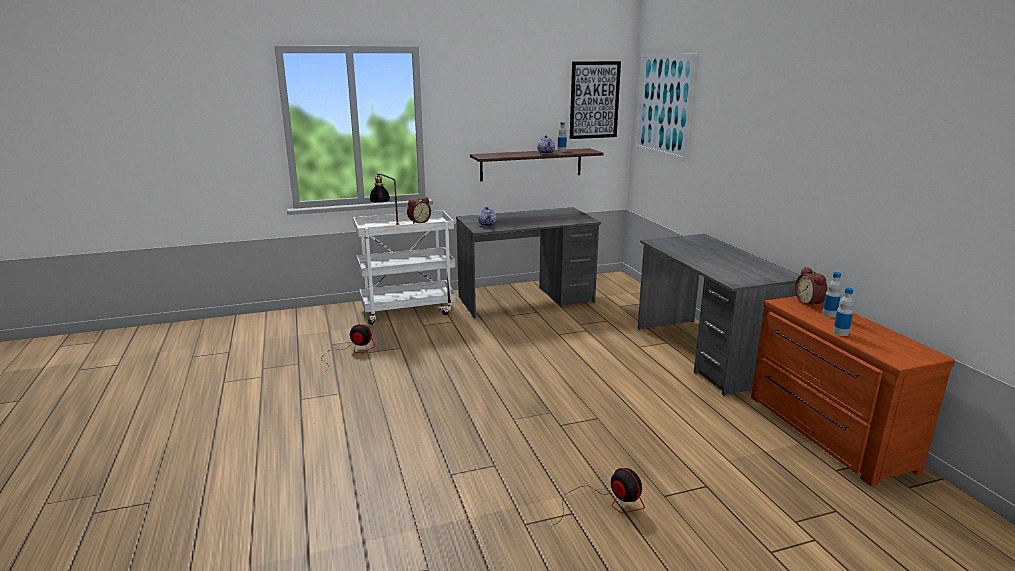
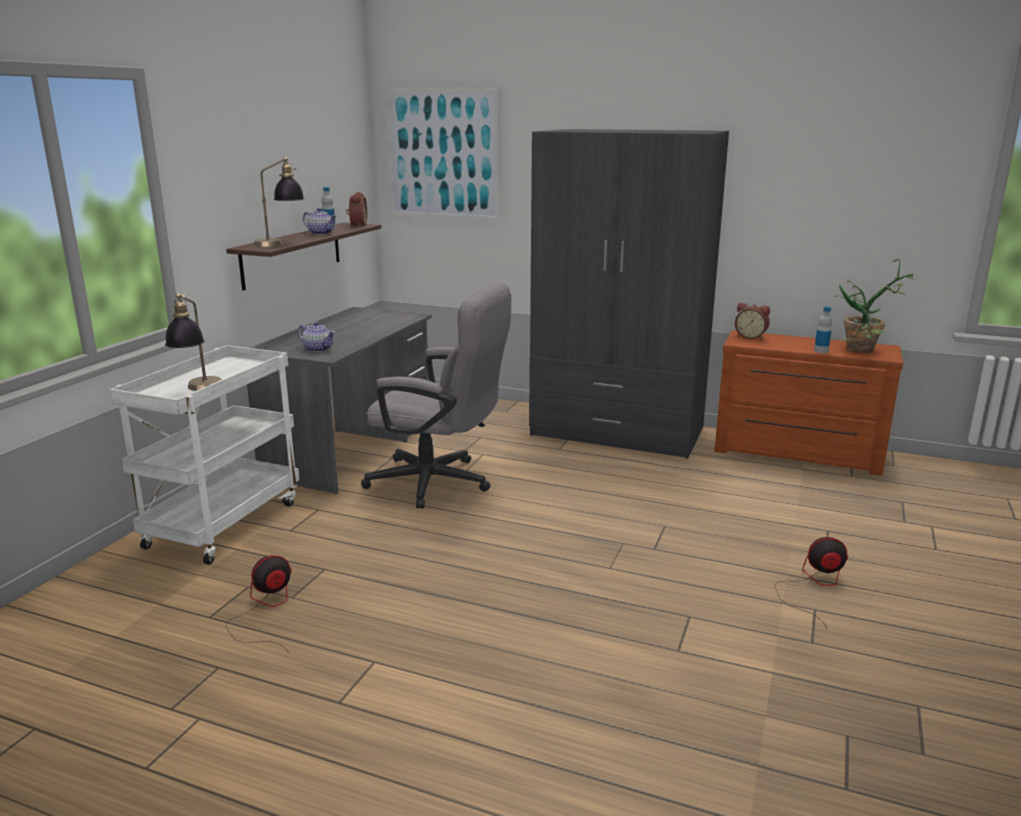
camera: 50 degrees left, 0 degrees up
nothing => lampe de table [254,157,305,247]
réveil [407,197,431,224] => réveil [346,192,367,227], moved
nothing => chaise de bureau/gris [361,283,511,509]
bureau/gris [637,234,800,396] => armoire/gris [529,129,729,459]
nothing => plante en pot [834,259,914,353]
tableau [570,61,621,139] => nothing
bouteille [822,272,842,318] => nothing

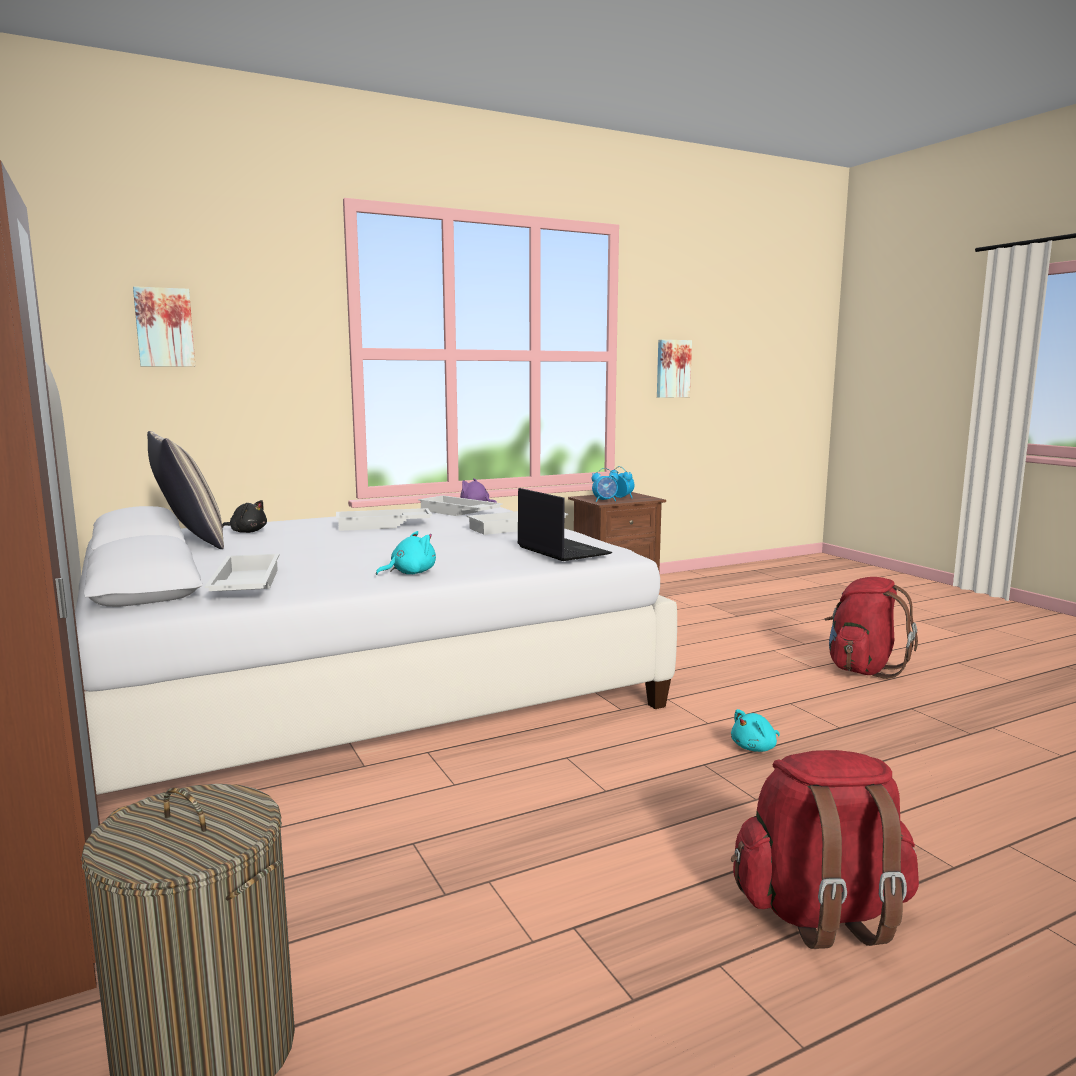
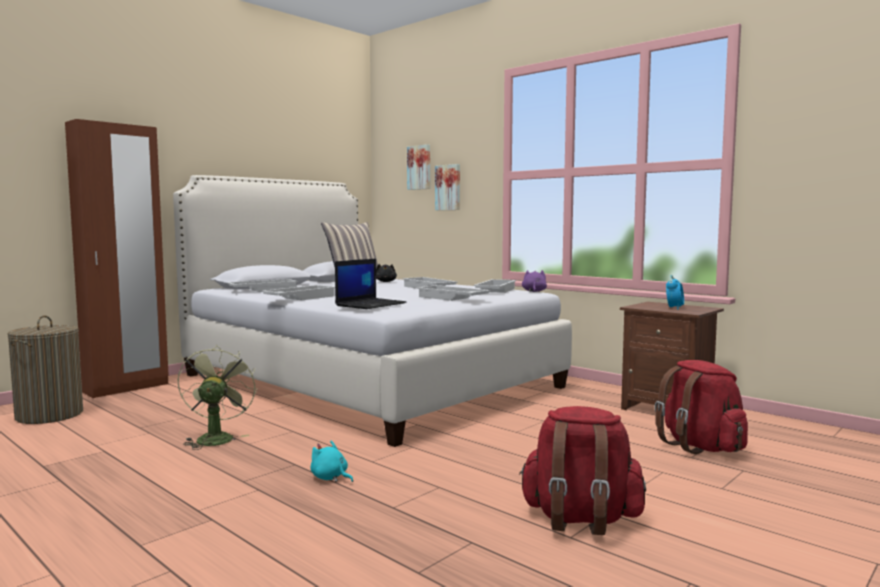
camera: 70 degrees right, 5 degrees down
nothing => ventilateur/vert [178,345,257,450]
peluche/turquoise [376,531,436,575] => plateau/blanc [261,285,335,300]
tableau [657,340,692,398] => tableau [435,164,460,210], moved
sac à dos/rouge [731,750,919,949] => sac à dos/rouge [654,360,748,454], moved
réveil [592,468,619,502] => nothing

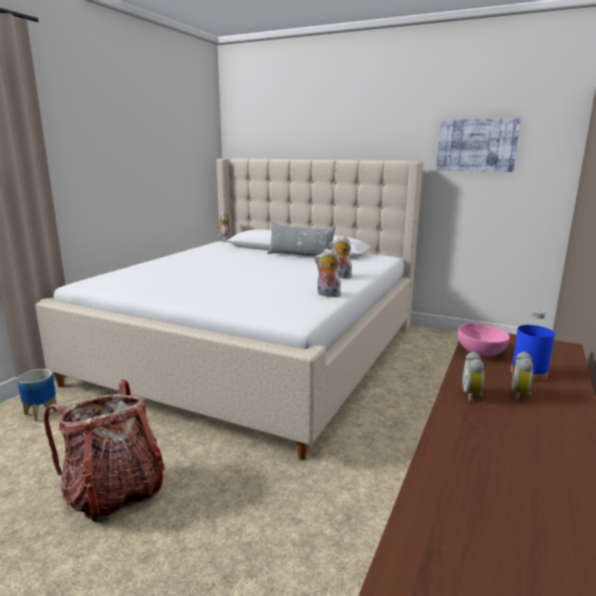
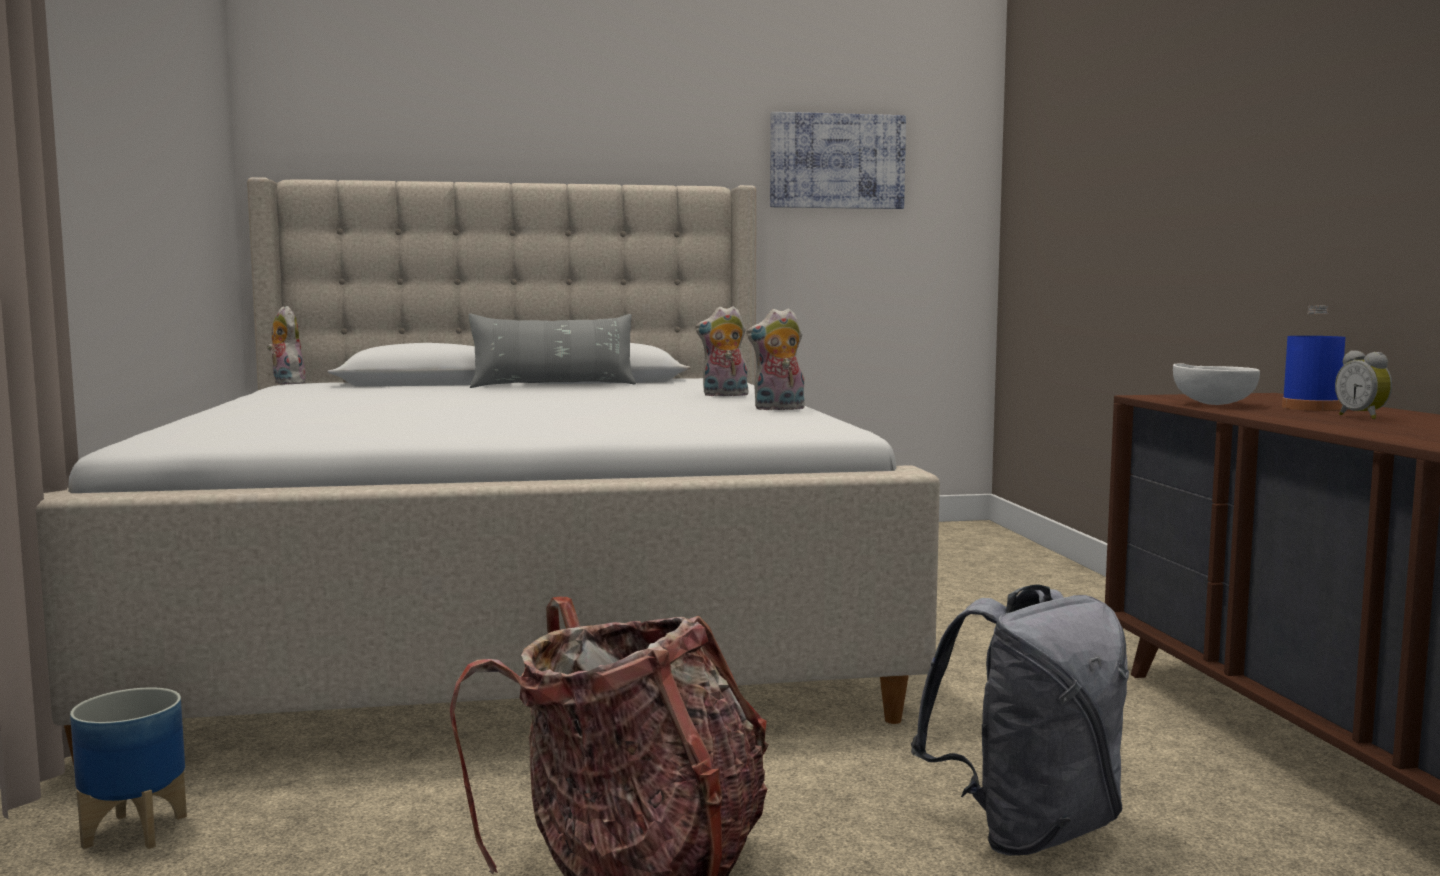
camera: 35 degrees left, 10 degrees down
nothing => sac à dos/gris [911,584,1129,856]
bol/rose [458,323,510,356] => bol/blanc [1173,363,1260,405]
réveil [462,351,484,402] => nothing

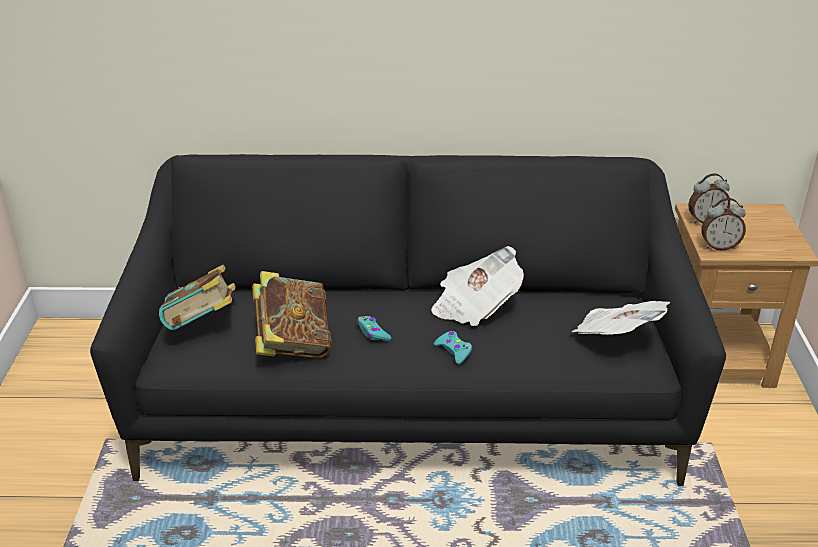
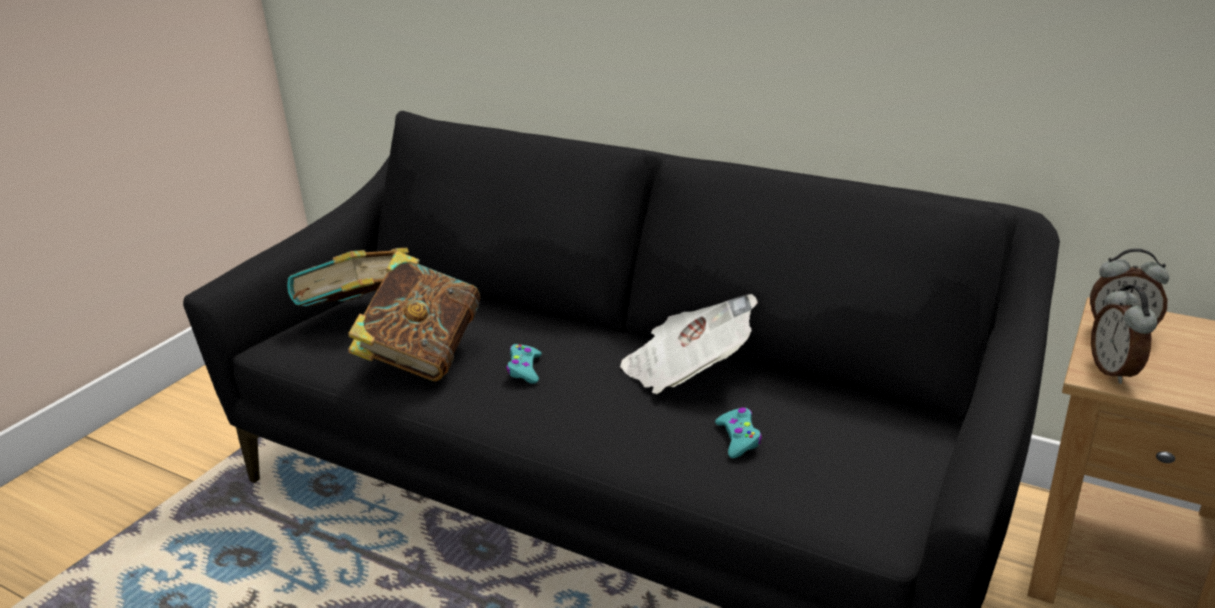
camera: 30 degrees right, 5 degrees down
manette/turquoise [434,331,473,365] => manette/turquoise [715,407,762,458], moved
réveil [701,198,746,251] => réveil [1091,285,1157,384], 60 degrees clockwise
journal [572,301,671,335] => nothing

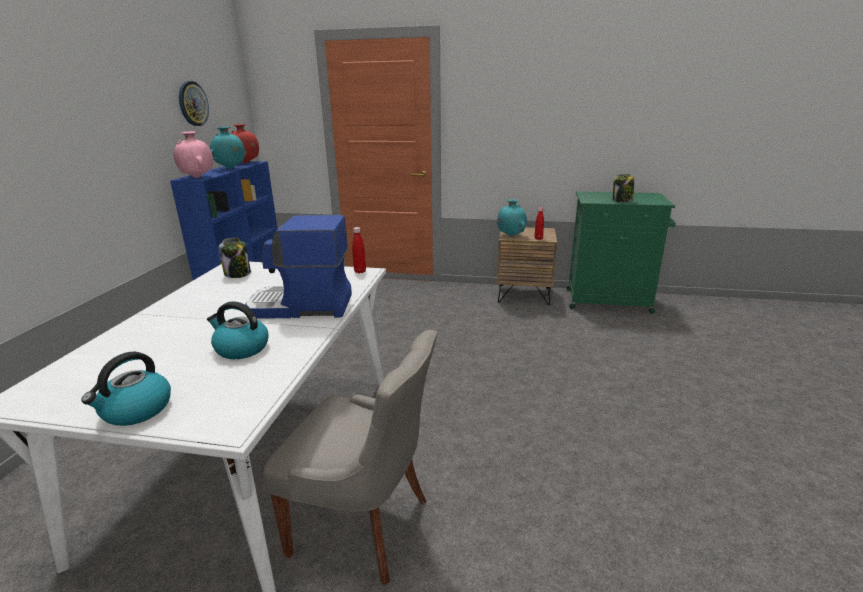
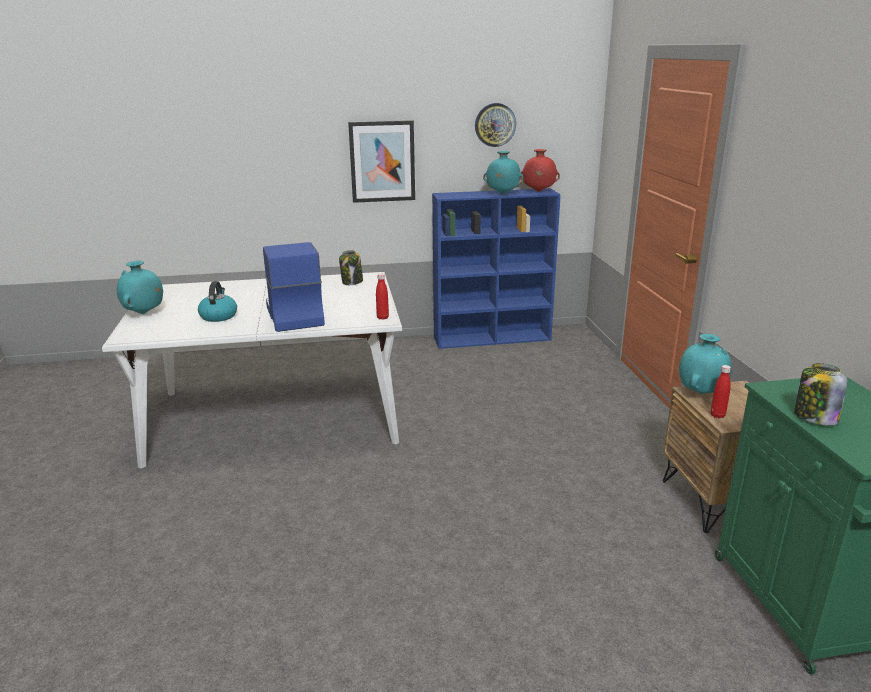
camera: 70 degrees right, 0 degrees up
bouilloire [81,352,171,426] => vase/turquoise [117,261,163,314]
nothing => tableau [348,120,415,203]
vase/rose [173,131,213,178] => nothing
chaise/gris [263,330,437,585] => nothing

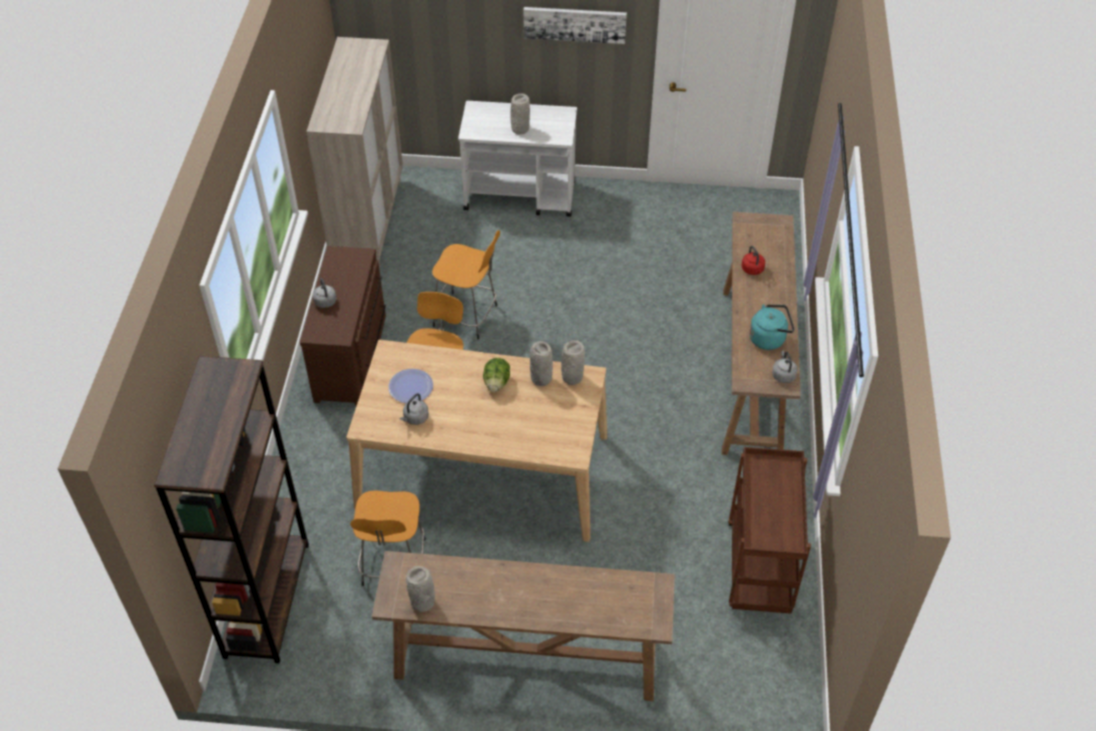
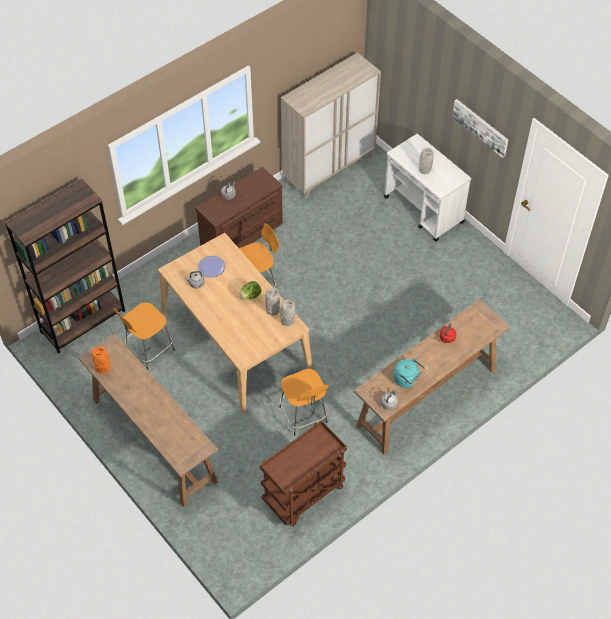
camera: 45 degrees right, 5 degrees up
vase/gris [406,566,435,612] => vase/orange [92,347,110,374]
tabouret/orange [432,230,500,339] => tabouret/orange [279,369,329,436], moved

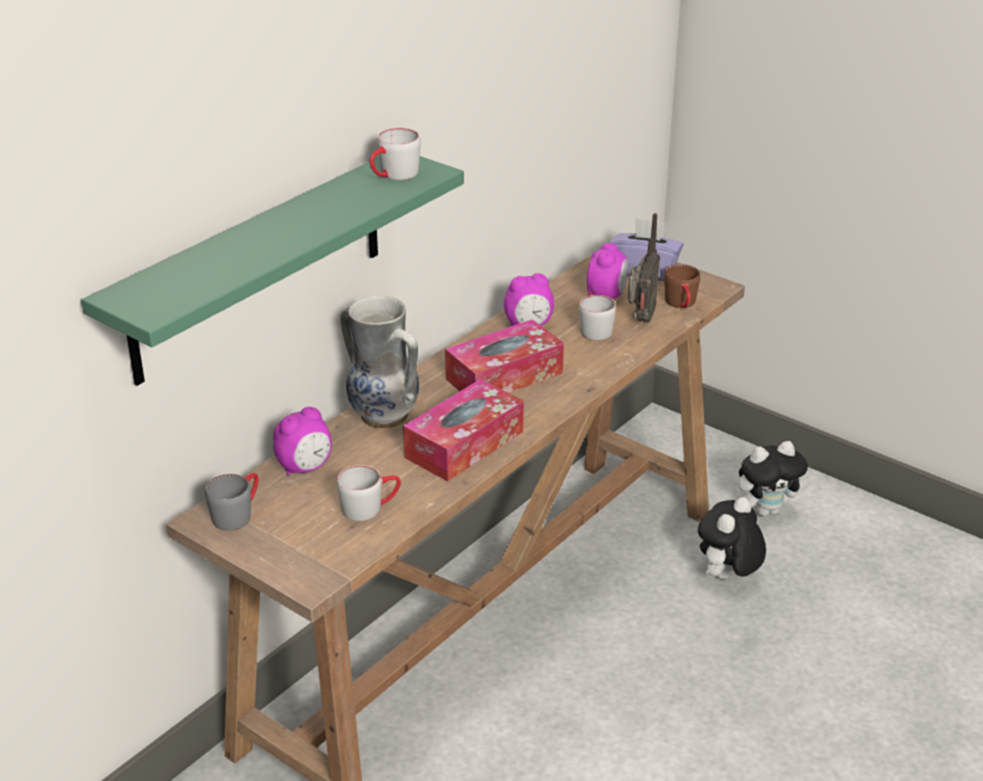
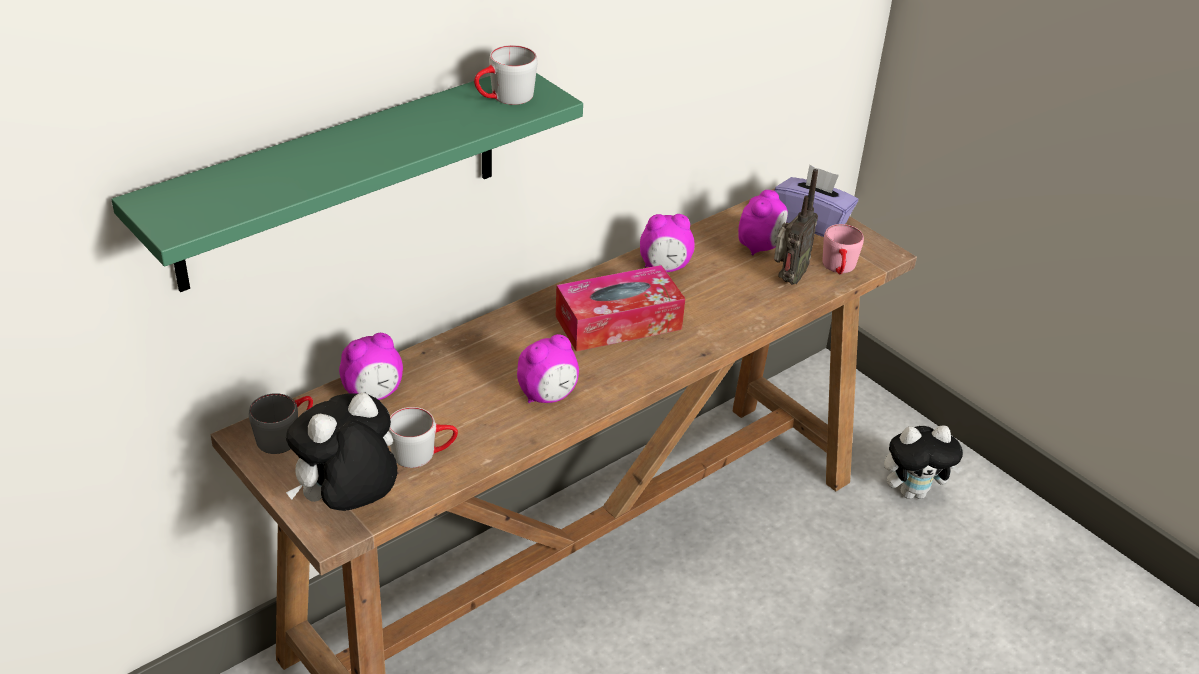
camera: 10 degrees right, 5 degrees up
peluche [698,497,766,580] => peluche [286,393,397,511], moved
boîte à mouchoirs [403,379,524,482] => réveil [517,334,579,403]
mug/marron [664,264,700,308] => mug/rose [823,224,864,274]
vase [340,296,419,429] => nothing
mug/gris [579,293,616,340] => nothing

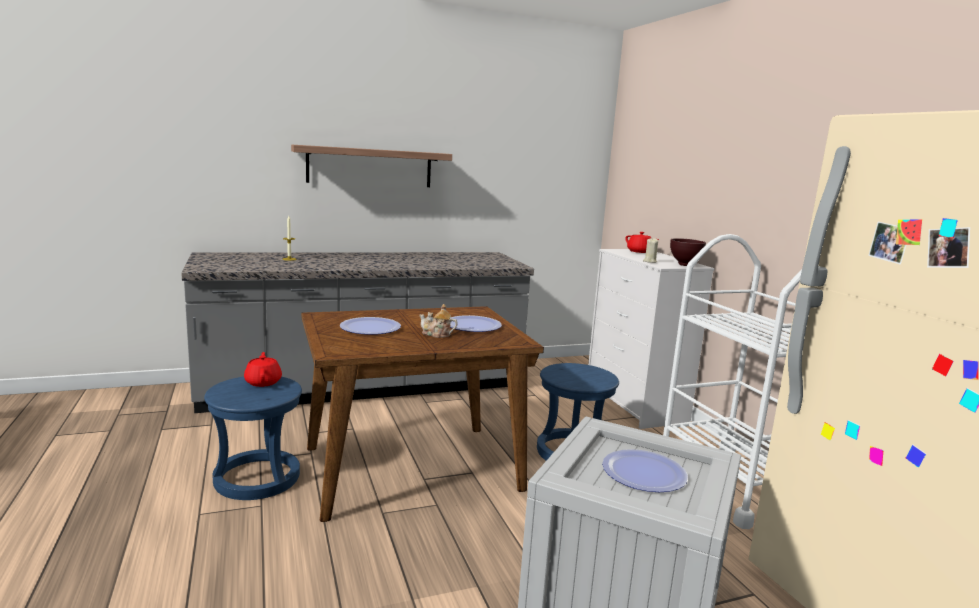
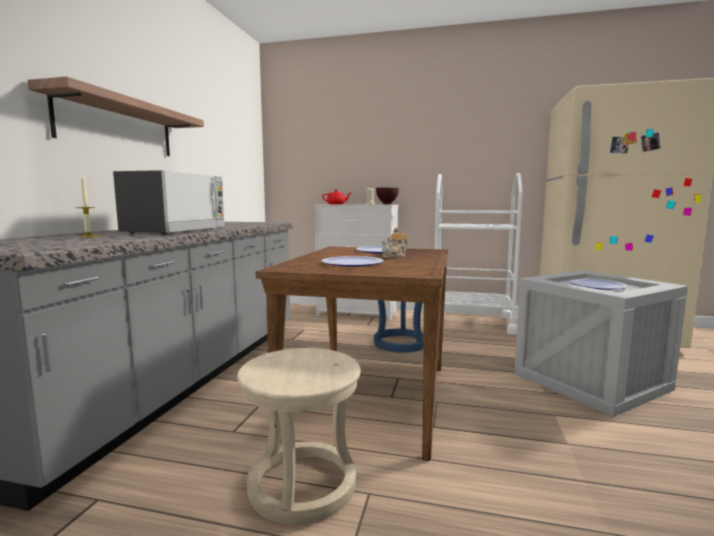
camera: 55 degrees left, 5 degrees down
nothing => micro-ondes [113,170,225,235]
tabouret/bleu [204,377,302,500] => tabouret/beige [237,348,361,525]
théière/rouge [244,352,282,387] => nothing

